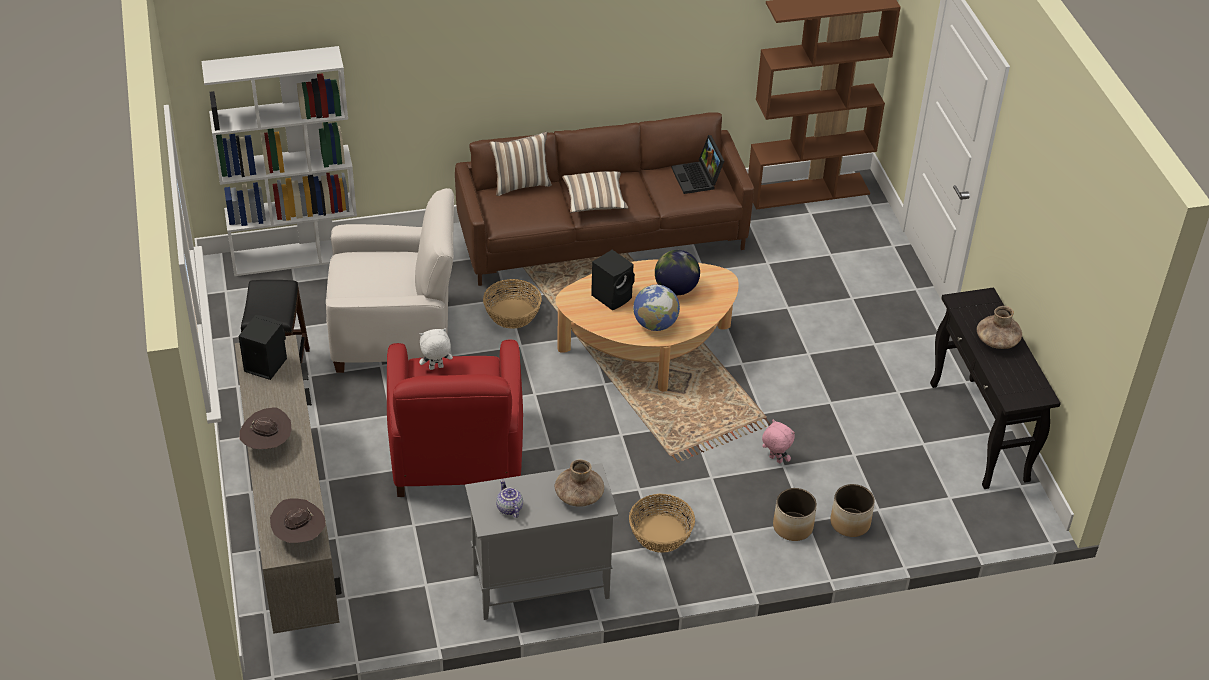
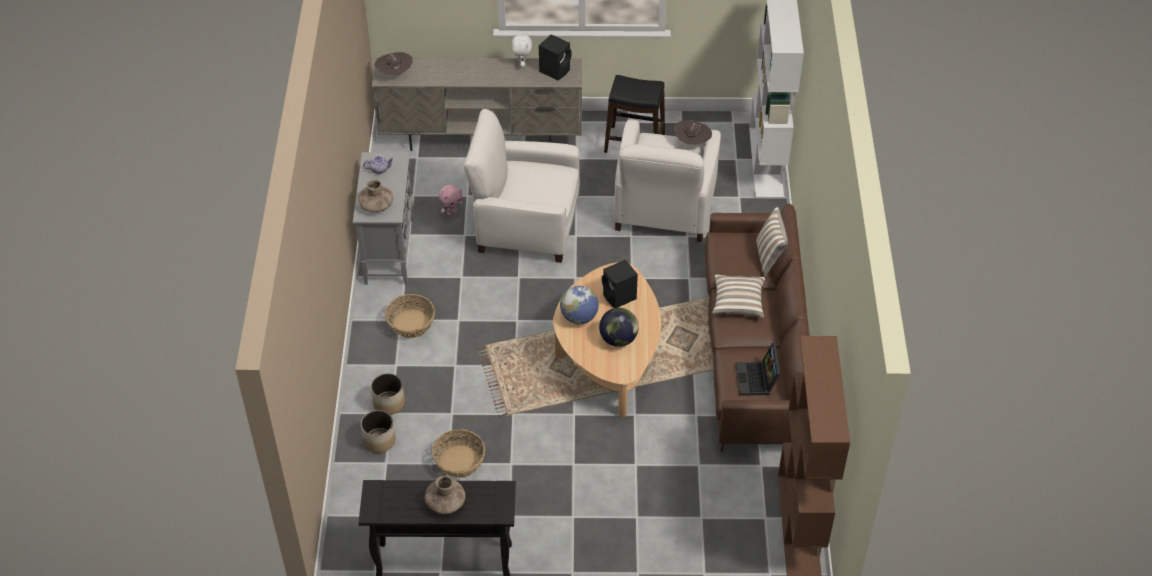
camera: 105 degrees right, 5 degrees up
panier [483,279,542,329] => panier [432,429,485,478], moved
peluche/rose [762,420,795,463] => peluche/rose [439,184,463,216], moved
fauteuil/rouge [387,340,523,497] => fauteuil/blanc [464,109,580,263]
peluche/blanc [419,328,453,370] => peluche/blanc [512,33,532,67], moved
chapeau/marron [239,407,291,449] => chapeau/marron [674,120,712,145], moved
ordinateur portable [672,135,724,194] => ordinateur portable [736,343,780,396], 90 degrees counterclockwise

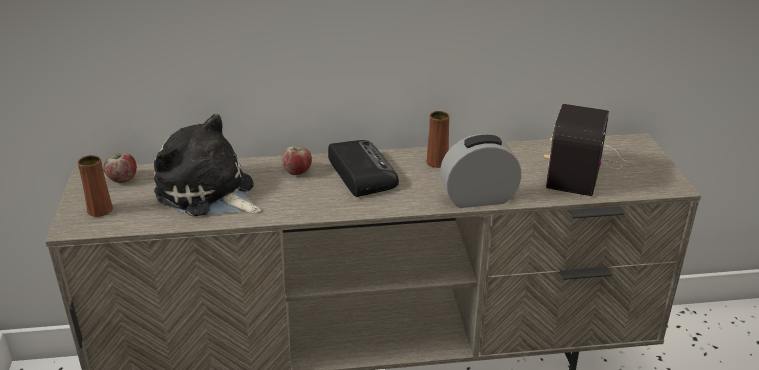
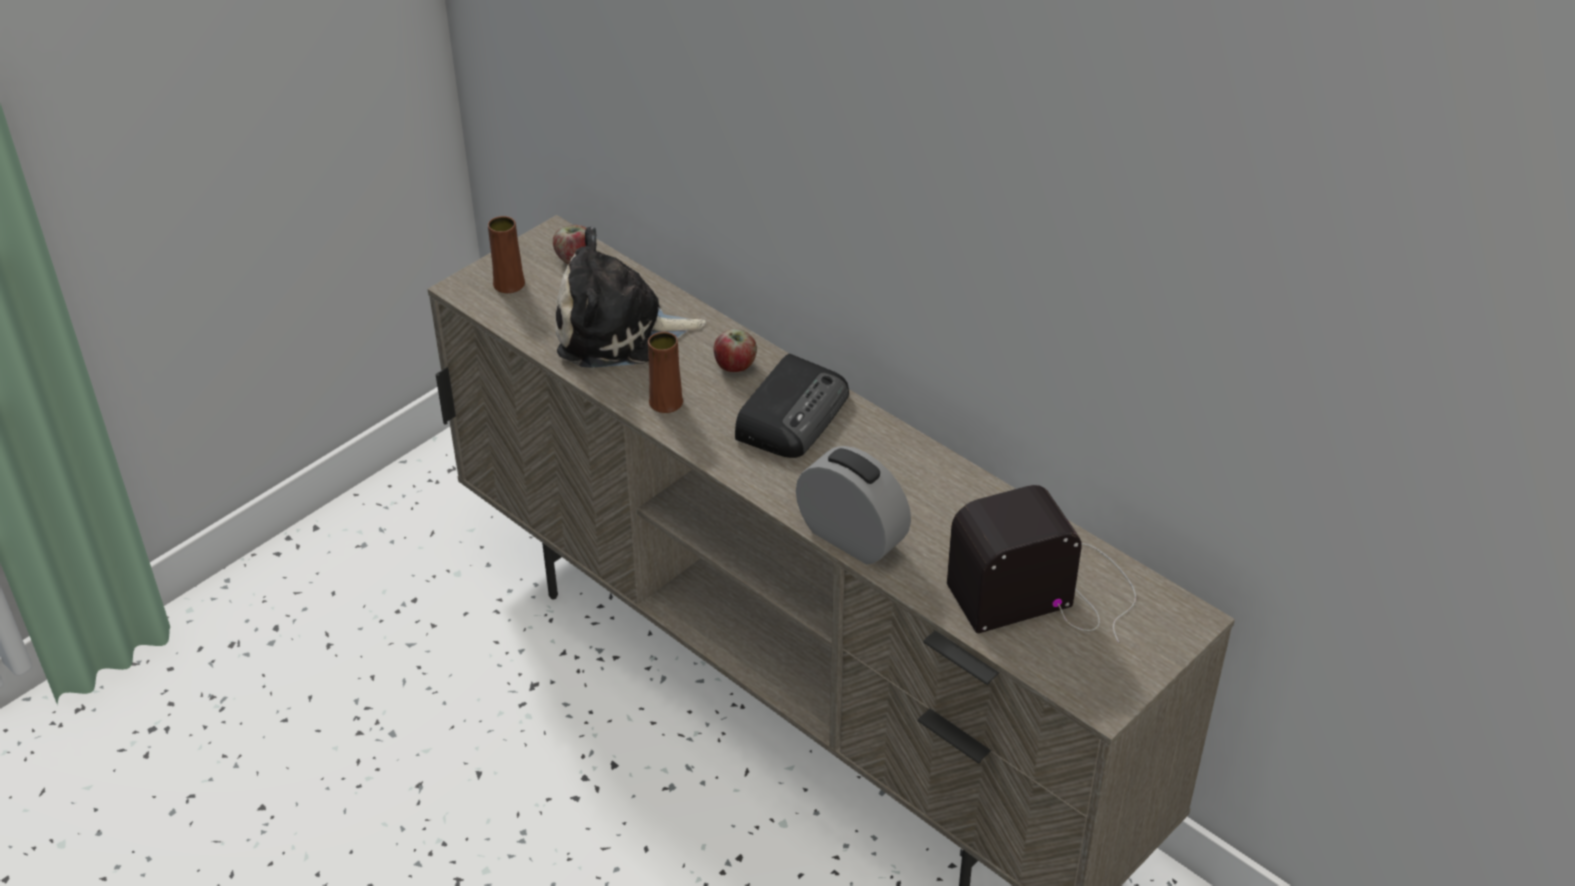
camera: 50 degrees right, 10 degrees up
peluche [154,114,261,216] => peluche [555,227,706,368], 90 degrees counterclockwise
vase/marron [426,111,449,168] => vase/marron [648,332,683,413], moved

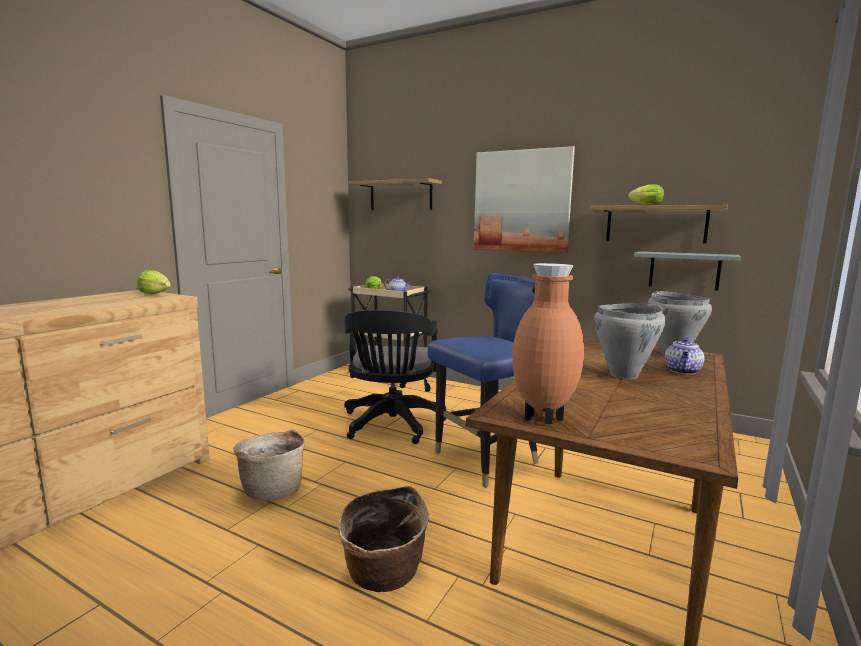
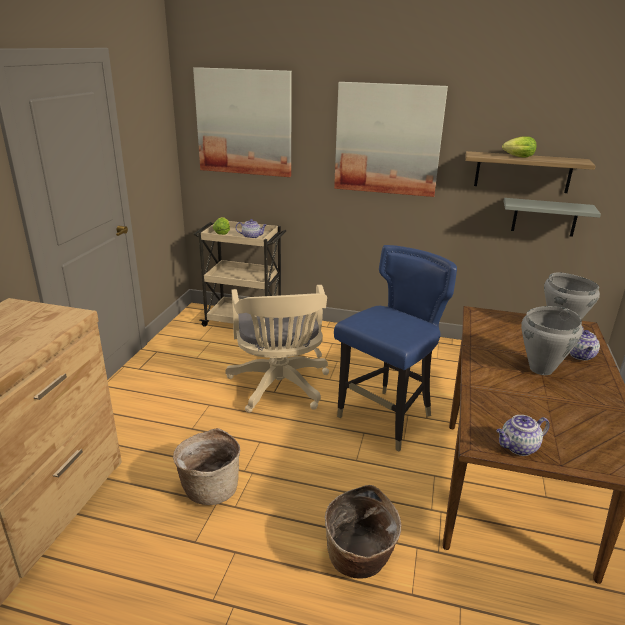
camera: 15 degrees left, 15 degrees up
étagère [349,178,442,210] => tableau [193,67,292,177]
chaise de bureau/noir [344,310,447,444] => chaise de bureau/beige [225,285,329,413]
vase/marron [512,263,584,424] => théière [496,415,550,456]
laitue [137,270,171,294] => nothing

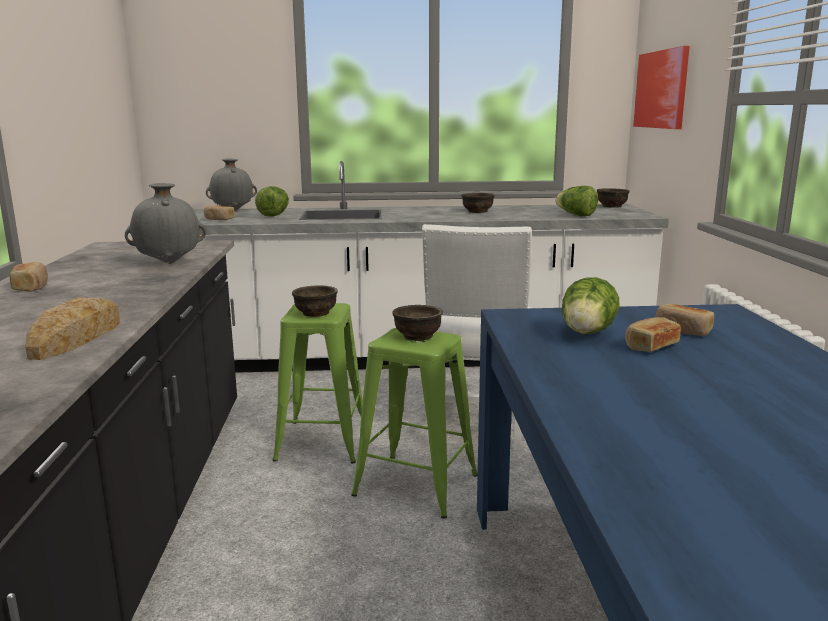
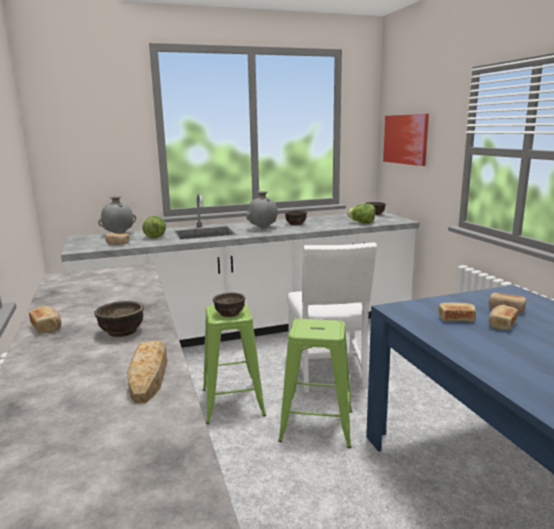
camera: 15 degrees left, 0 degrees up
bol/marron [392,305,443,341] => bol/marron [94,301,144,337], moved
vase/gris [125,183,206,264] => vase/gris [246,191,279,229], moved
laitue [562,277,620,334] => pain [439,303,476,321]

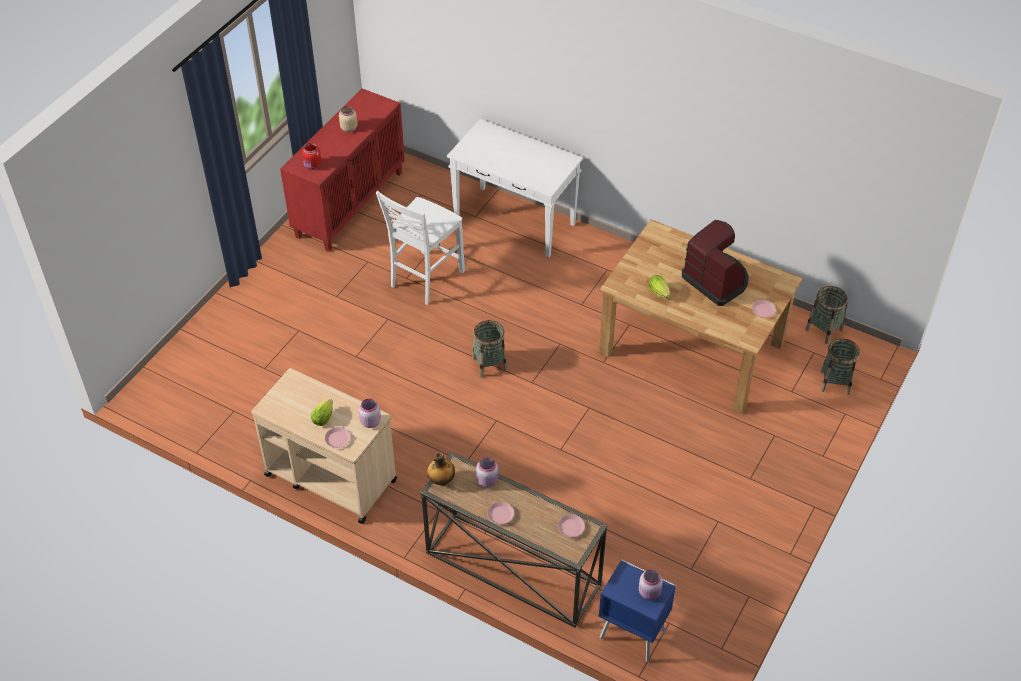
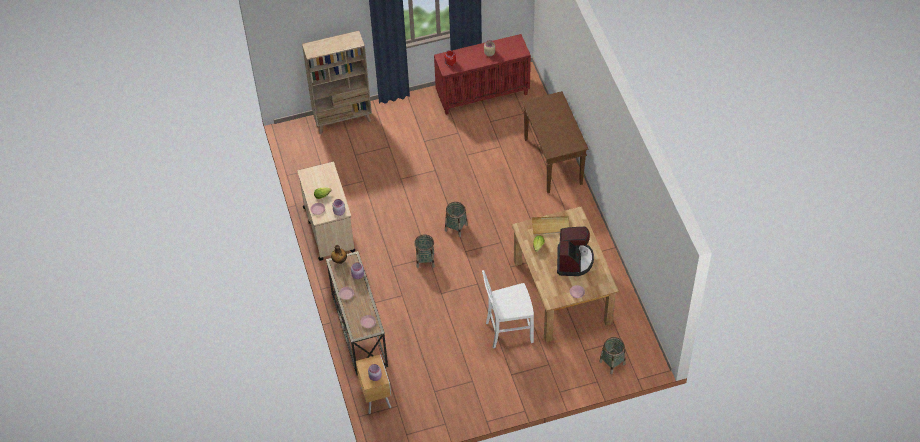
camera: 45 degrees right, 5 degrees up
nothing => bibliothèque/beige [302,31,372,134]
table de chevet/bleu [599,560,676,662] => table de chevet/marron [356,354,391,414]
panier [805,286,848,344] => panier [414,234,435,268], moved
chaise/blanc [376,191,465,305] => chaise/blanc [482,270,534,349], moved
table console/blanc [447,119,583,258] => table console/marron [522,91,588,193]
nothing => plateau/beige [531,216,570,235]

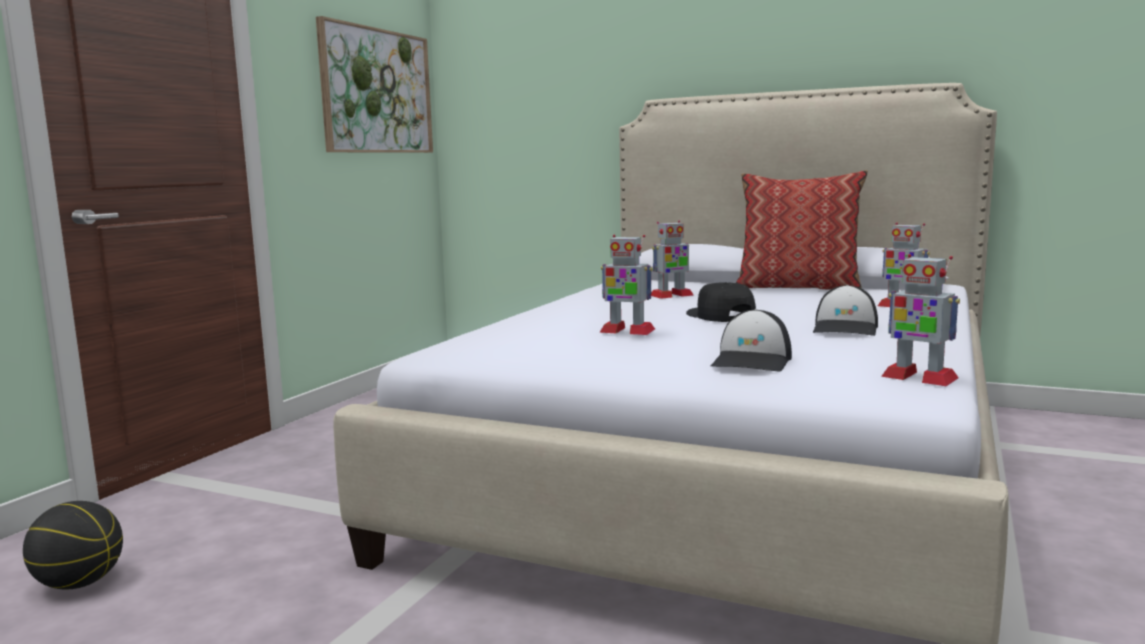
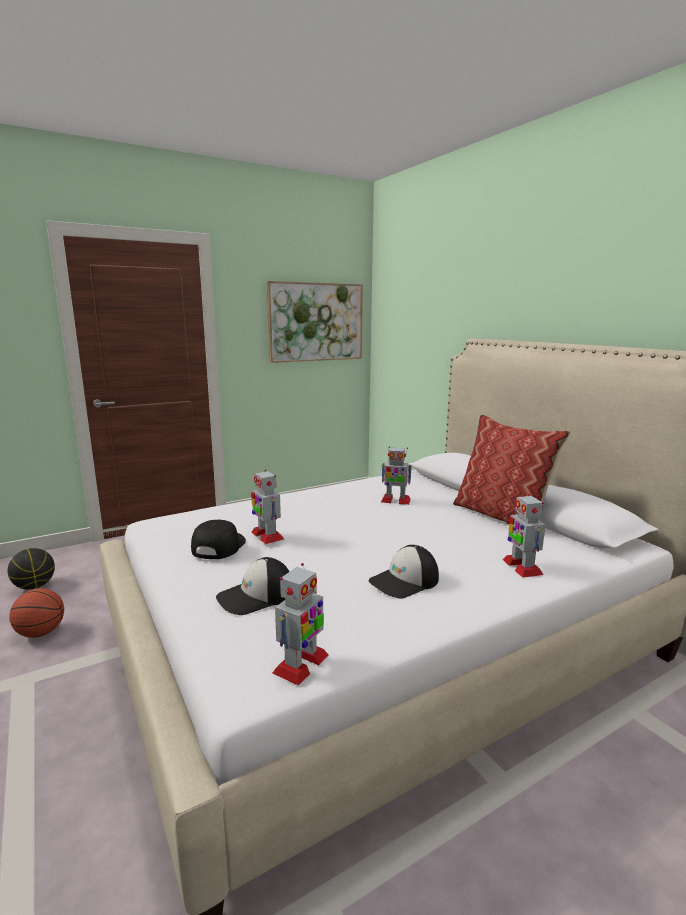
camera: 35 degrees right, 5 degrees up
nothing => ballon de basket [9,588,64,638]
casquette/noir [686,282,756,322] => casquette/noir [191,520,246,559], moved
robot jouet [881,254,960,386] => robot jouet [273,563,329,685], 135 degrees counterclockwise

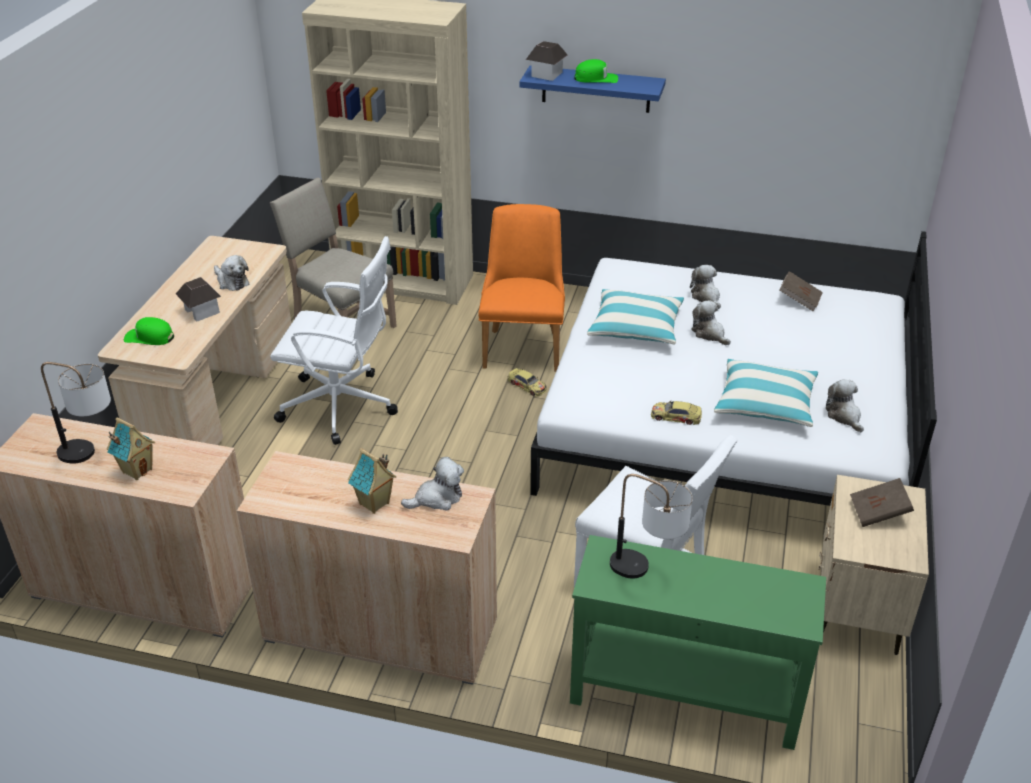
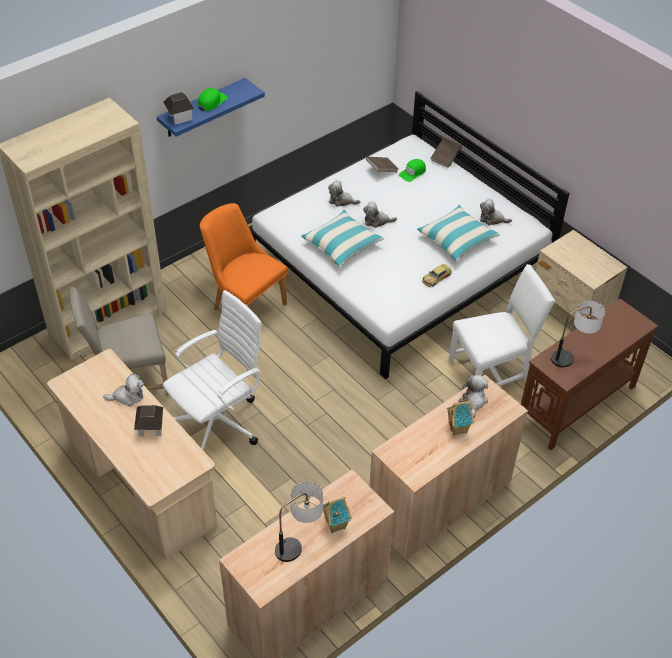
camera: 55 degrees left, 10 degrees up
casquette/vert [124,317,174,345] => casquette/vert [399,159,426,182], moved
livre/marron [850,478,914,527] => livre/marron [431,137,462,168], moved
table console/vert [570,535,826,750] => table console/marron [521,299,658,451]
petite voiture [508,368,547,396] => nothing

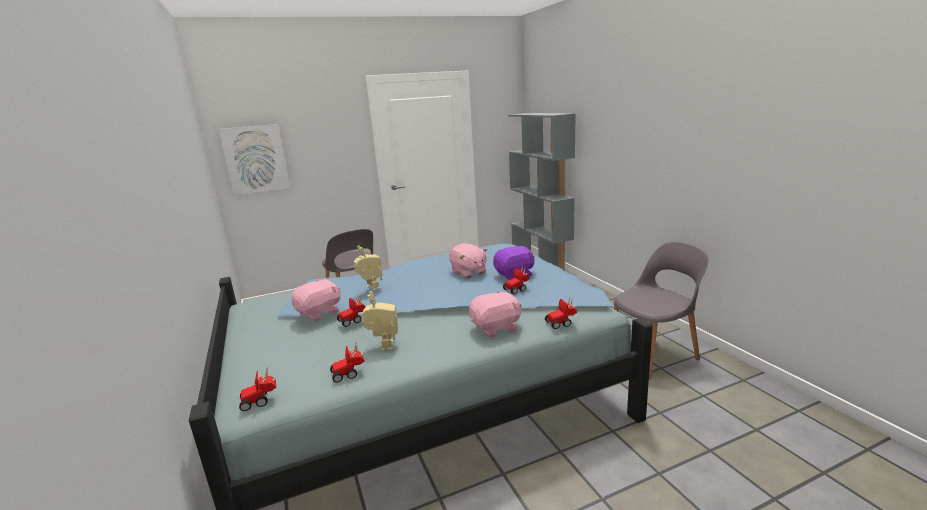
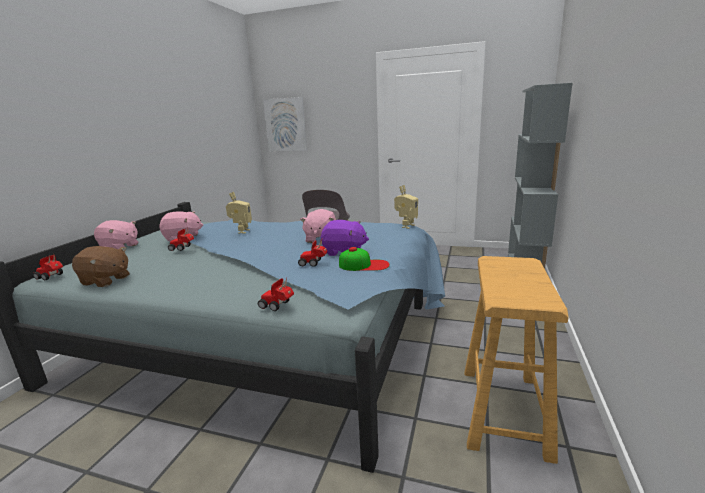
camera: 40 degrees right, 0 degrees up
petite voiture [330,344,365,383] => peluche/marron [72,246,130,287]
peluche/rose [469,290,522,338] => peluche/rose [94,220,139,249], moved
nothing => casquette [339,247,390,271]
robot jouet [362,291,398,351] => robot jouet [394,185,418,229], moved
chaise/gris [613,242,709,379] => tabouret/beige [465,256,569,464]

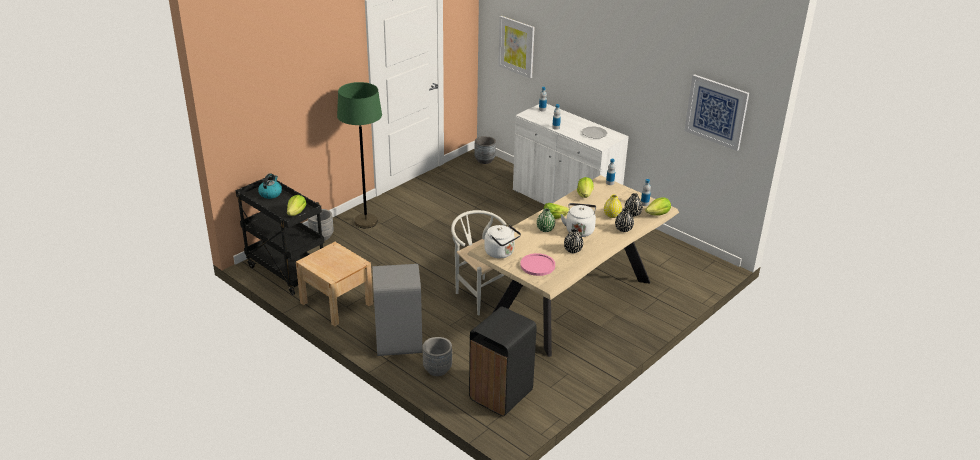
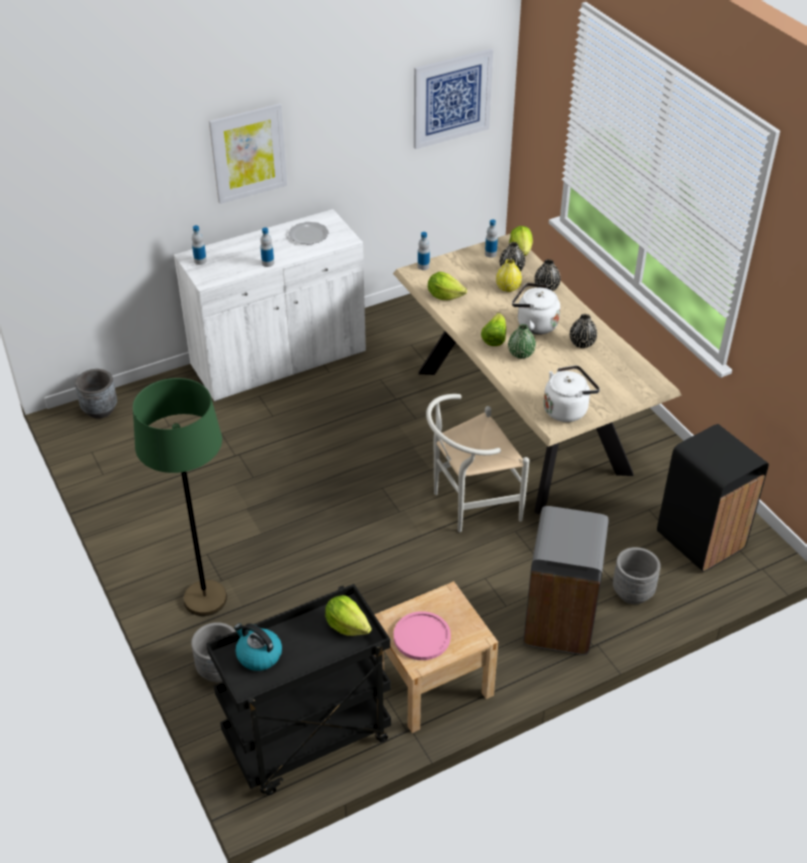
camera: 70 degrees left, 10 degrees up
tableau [498,16,535,78] => tableau [209,103,287,204], moved
assiette/rose [520,253,555,276] => assiette/rose [394,611,451,660], moved

